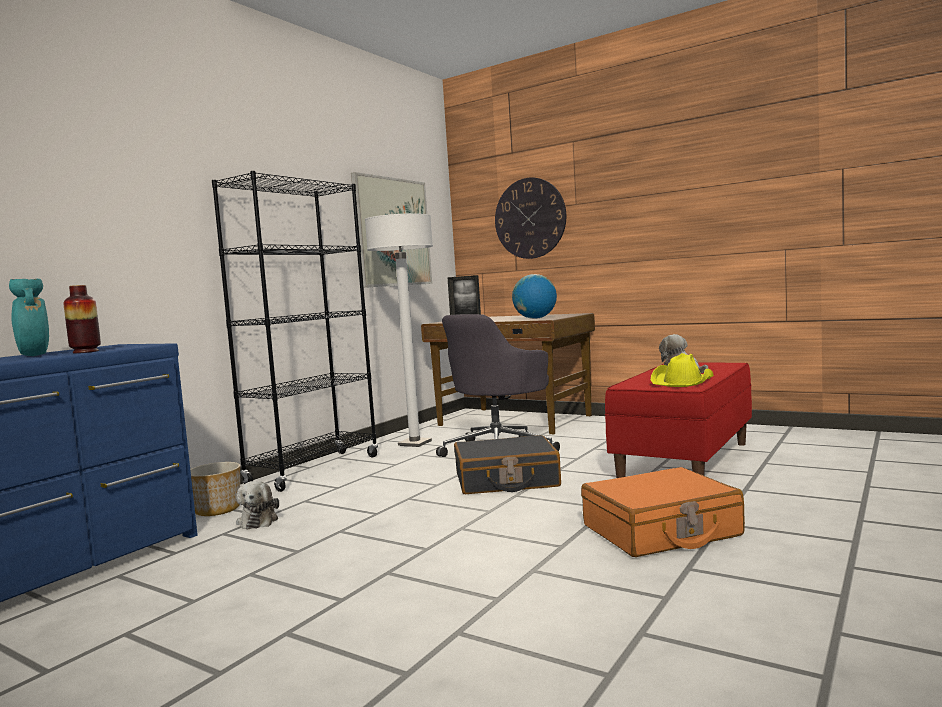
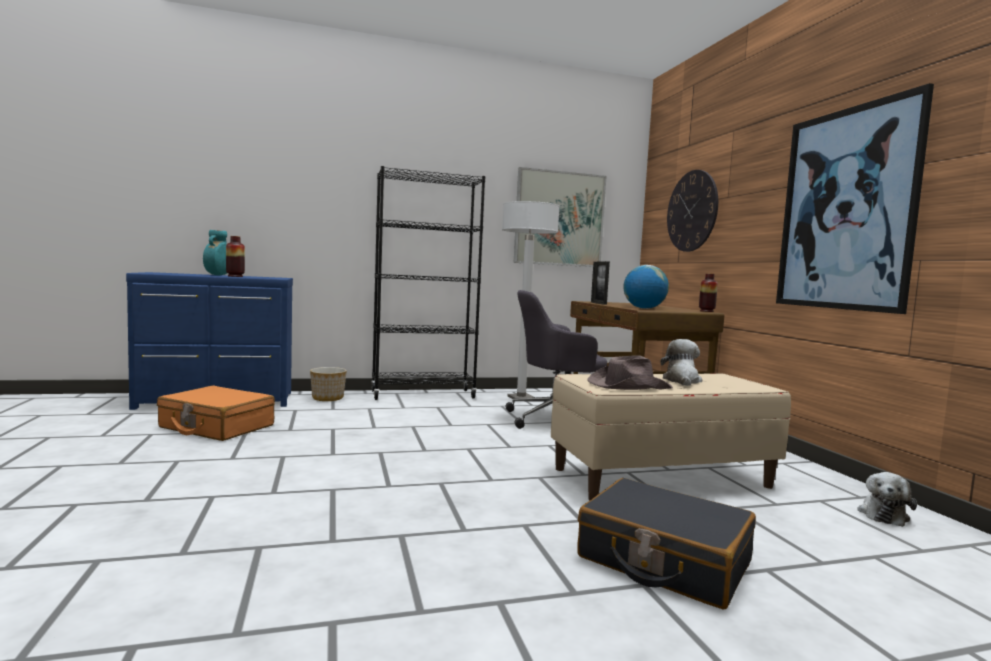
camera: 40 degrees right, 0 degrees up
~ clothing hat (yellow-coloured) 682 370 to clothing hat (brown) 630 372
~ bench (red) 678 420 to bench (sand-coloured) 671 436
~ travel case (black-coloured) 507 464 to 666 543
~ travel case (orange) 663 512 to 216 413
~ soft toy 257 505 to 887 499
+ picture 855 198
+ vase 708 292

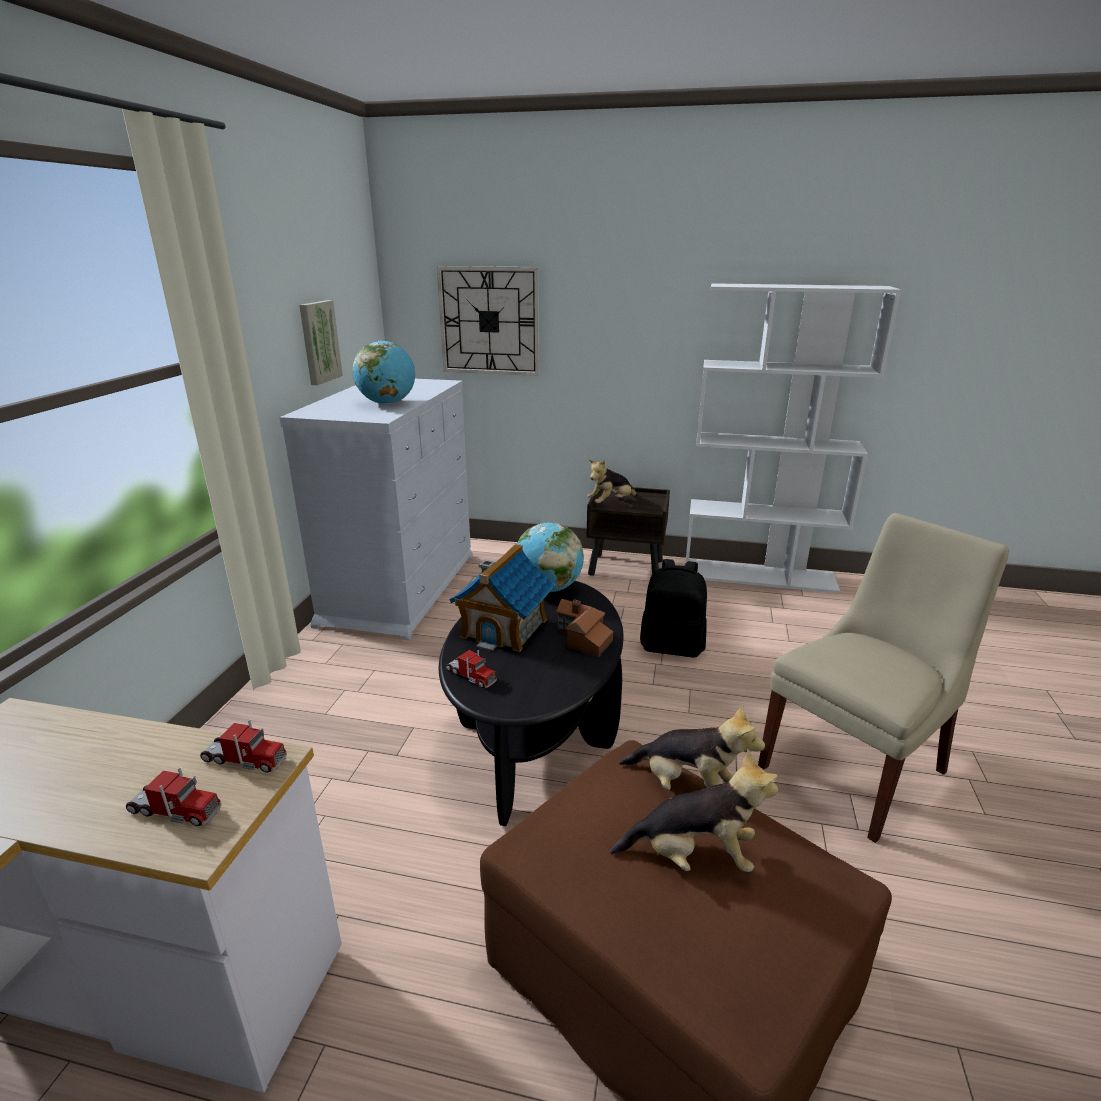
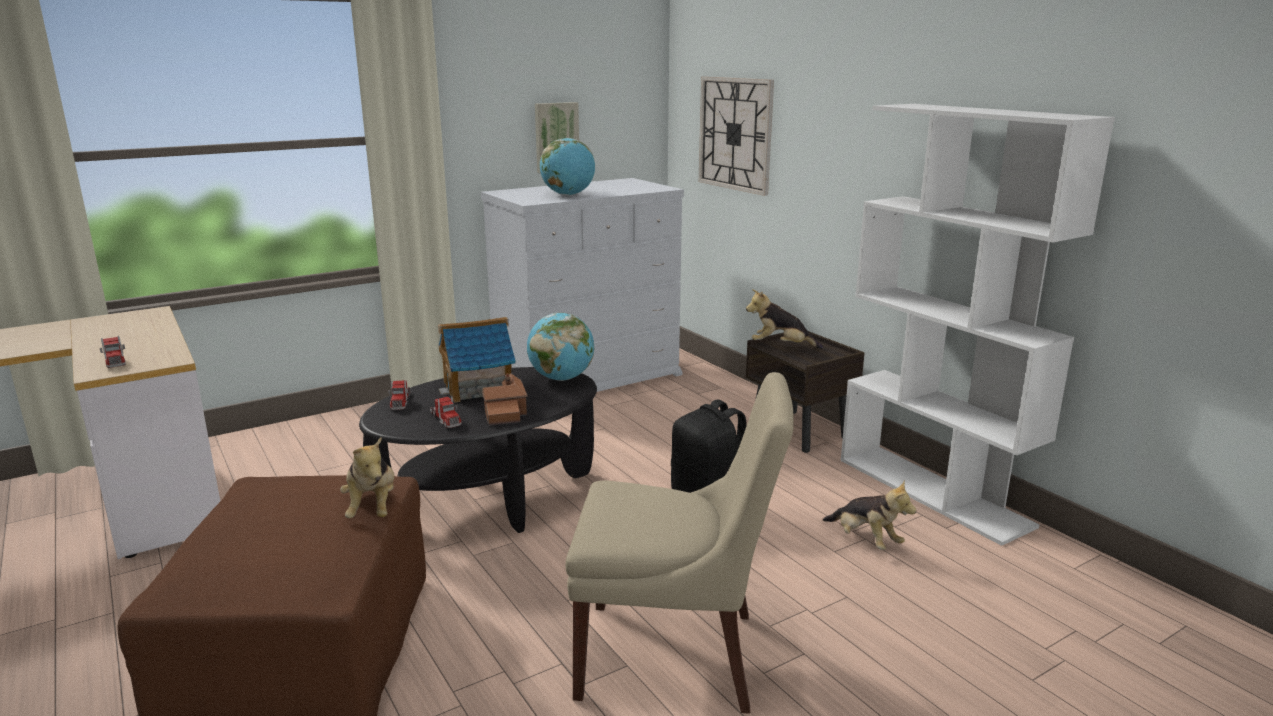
camera: 45 degrees right, 5 degrees down
~ model truck 243 746 to 446 412
~ soft toy 694 810 to 870 515

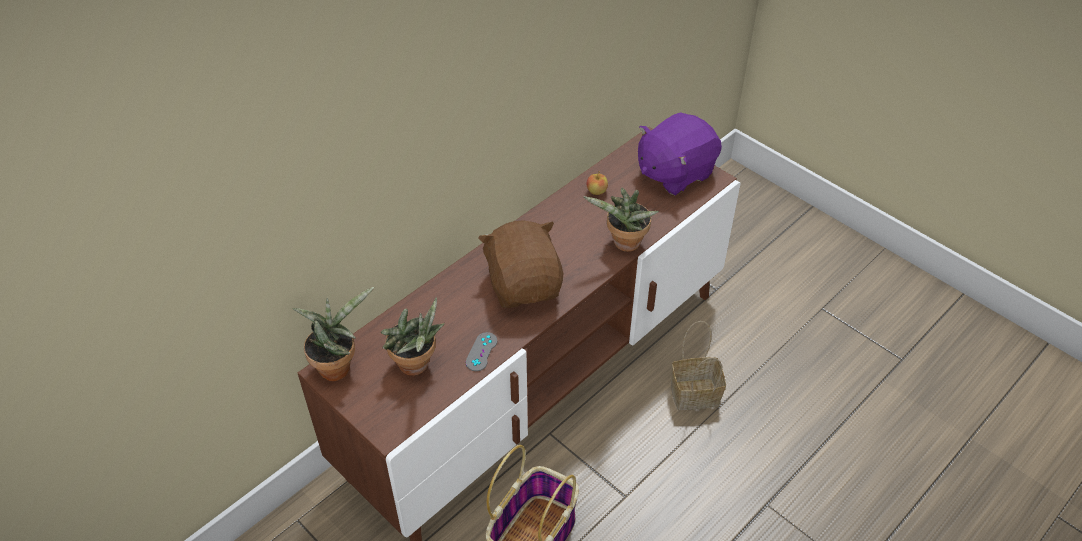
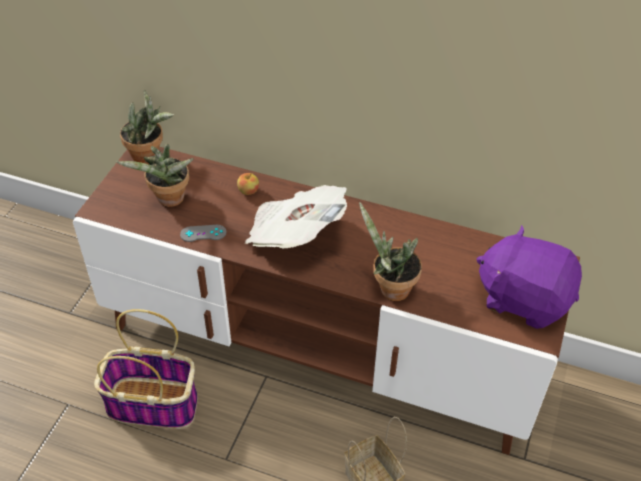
camera: 65 degrees right, 0 degrees up
~ apple fruit 597 183 to 248 184
~ soft toy (brown) 520 264 to daily paper 296 217

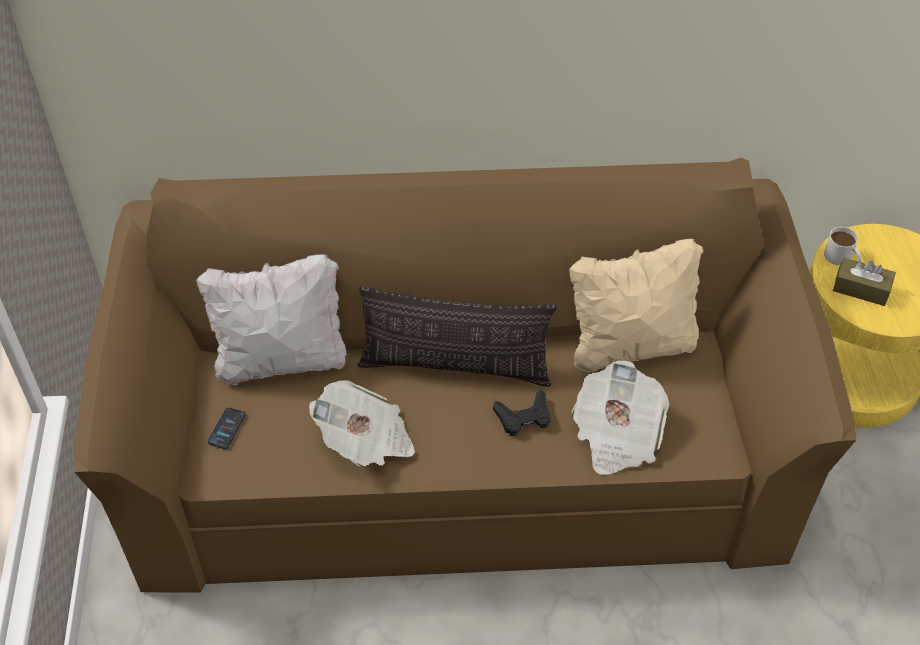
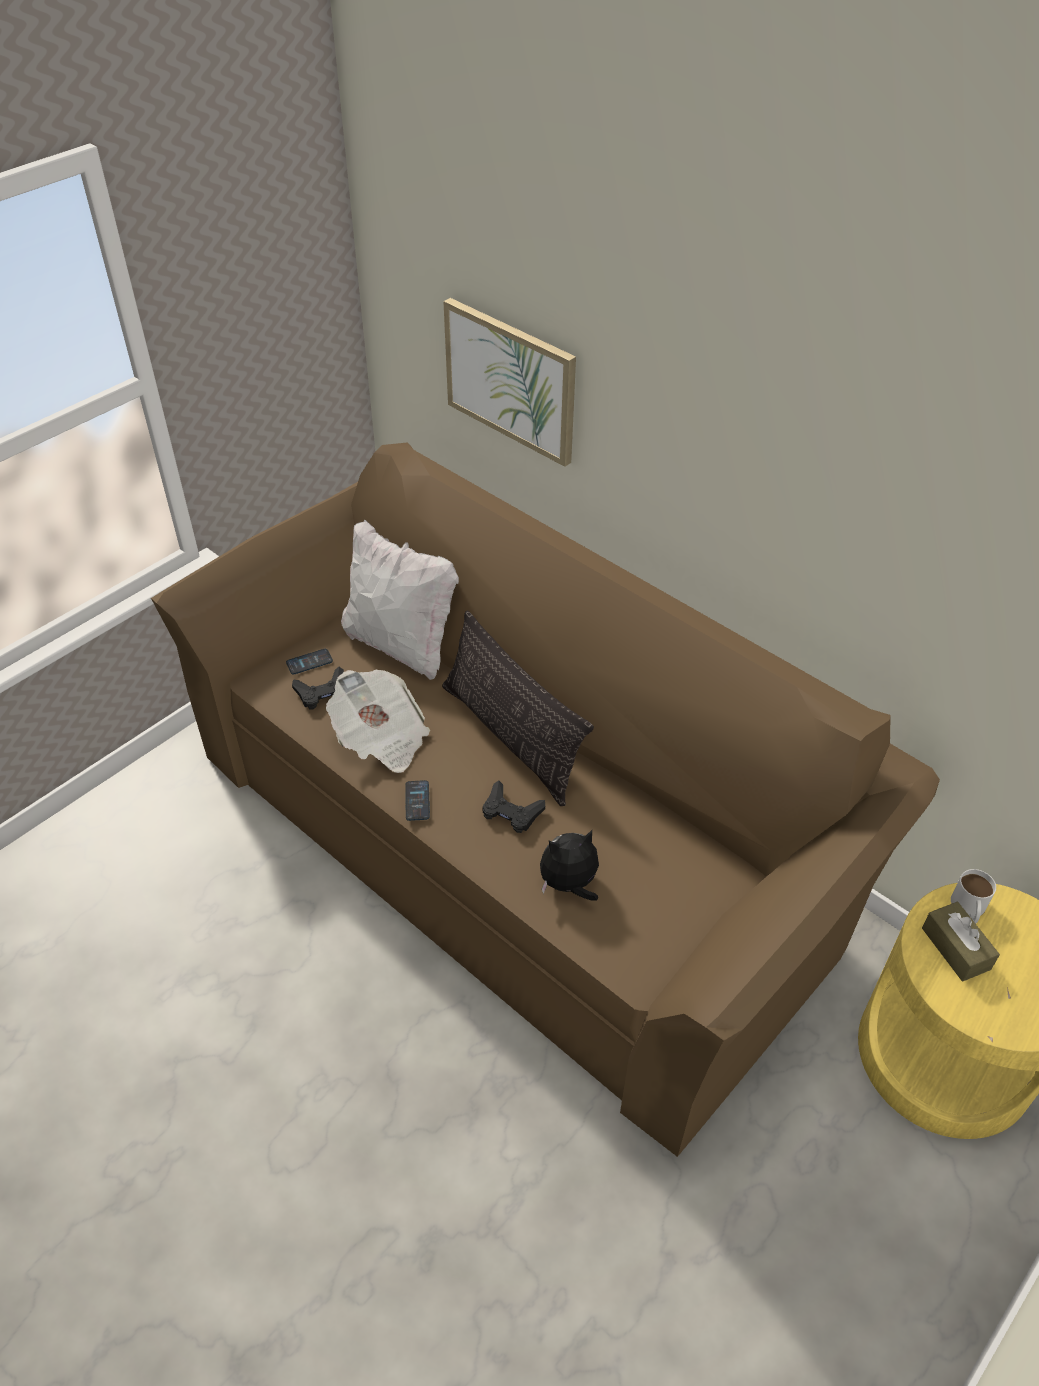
camera: 45 degrees right, 5 degrees down
- cushion (sand-coloured) 636 306
~ daily paper 621 418 to soft toy 569 865
+ picture 509 382
+ gamepad (black-coloured) 318 688
+ handset 417 800

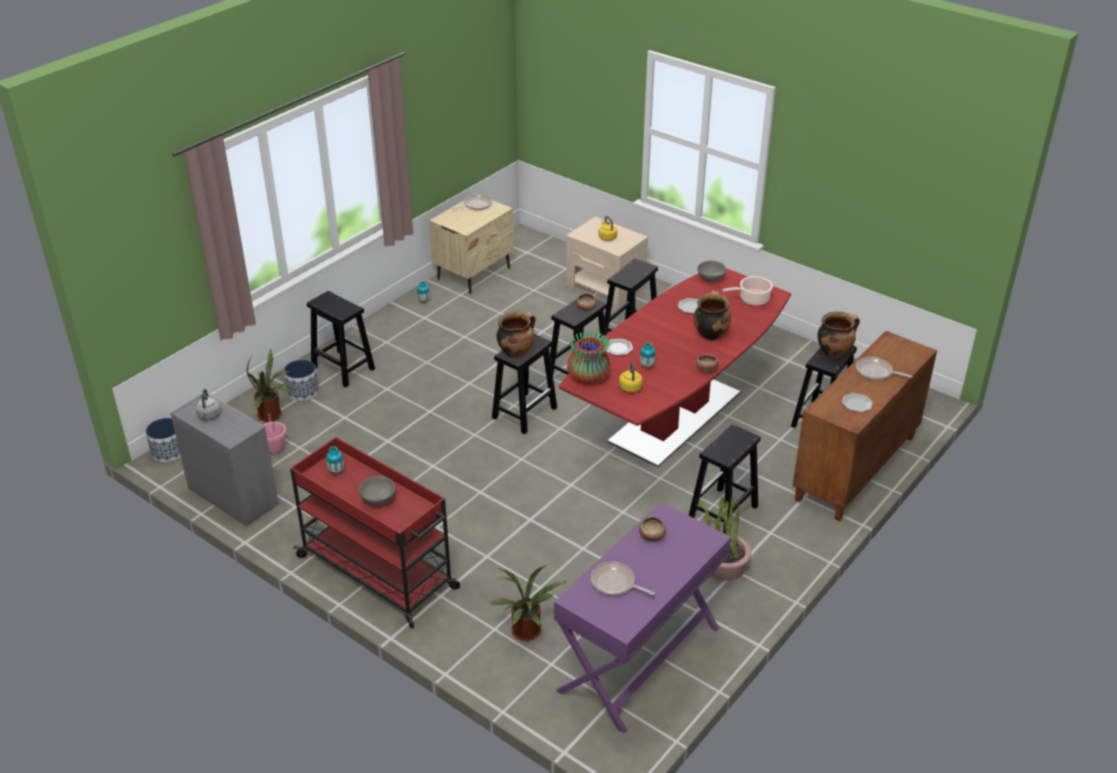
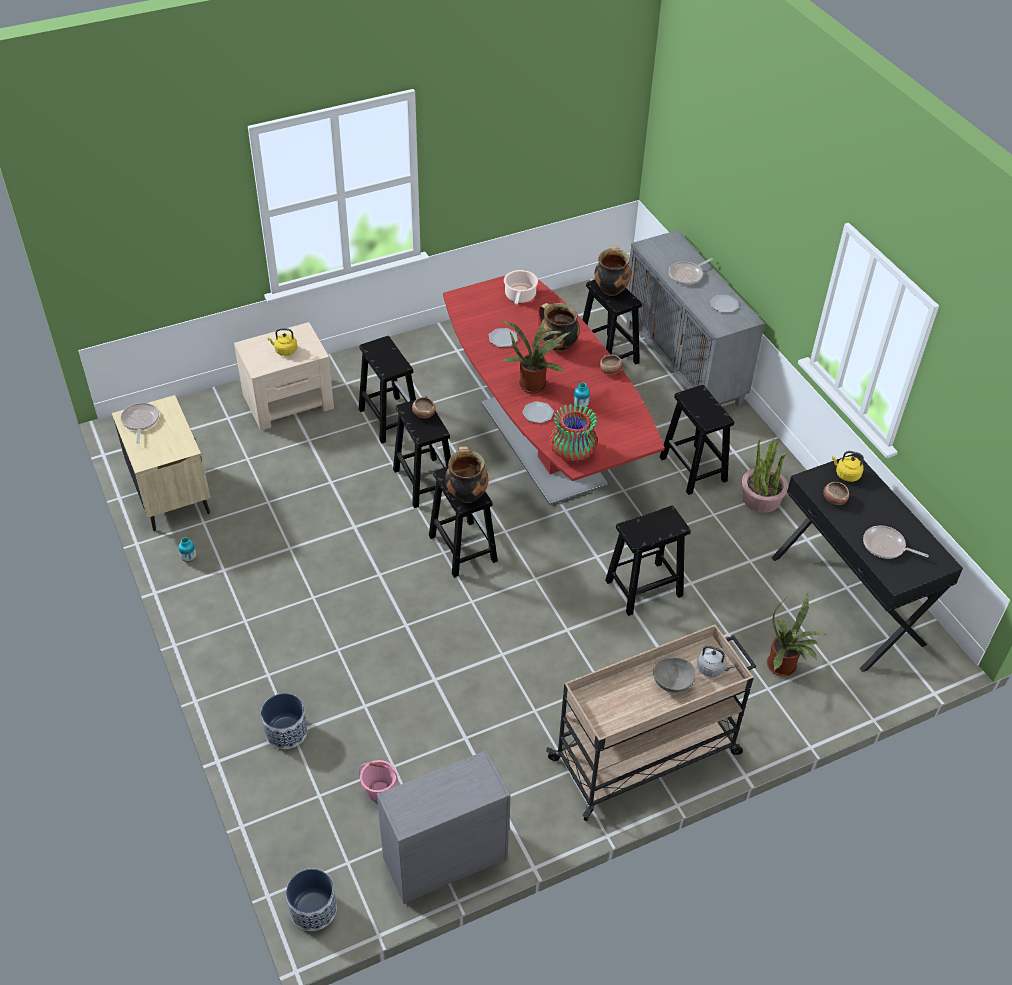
camera: 65 degrees left, 10 degrees up
- deep dish (grey) 711 271
~ stool seat (black-coloured) 341 339 to 648 561
~ storage cabinet (brown) 864 426 to storage cabinet (grey) 694 318
~ plant in a pot 267 385 to 536 357
~ tea kettle (yellow-coloured) 630 377 to 848 466
~ tea kettle (grey) 208 404 to 715 661
~ wheeled cart (red) 375 532 to wheeled cart (sand-coloured) 651 722
- vase 335 460
~ hall table (purple-coloured) 642 617 to hall table (black-coloured) 867 563
~ pan 623 578 = 896 542 60 degrees clockwise

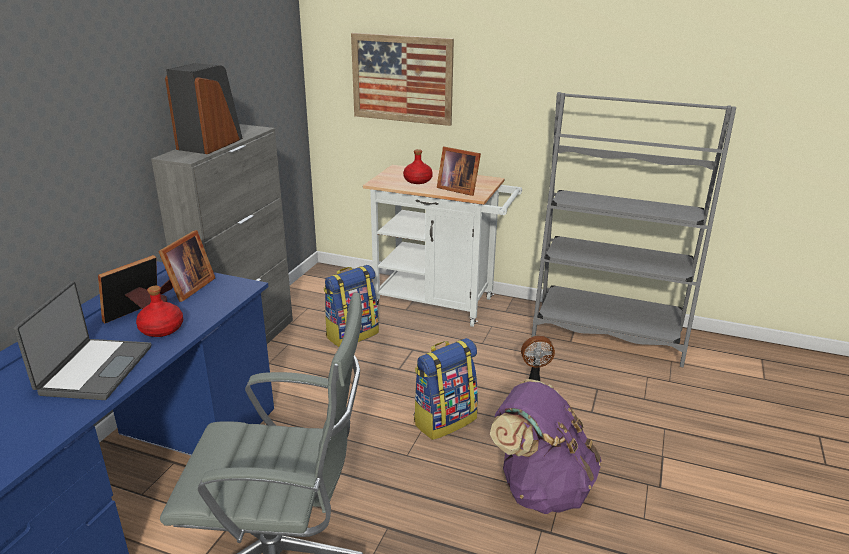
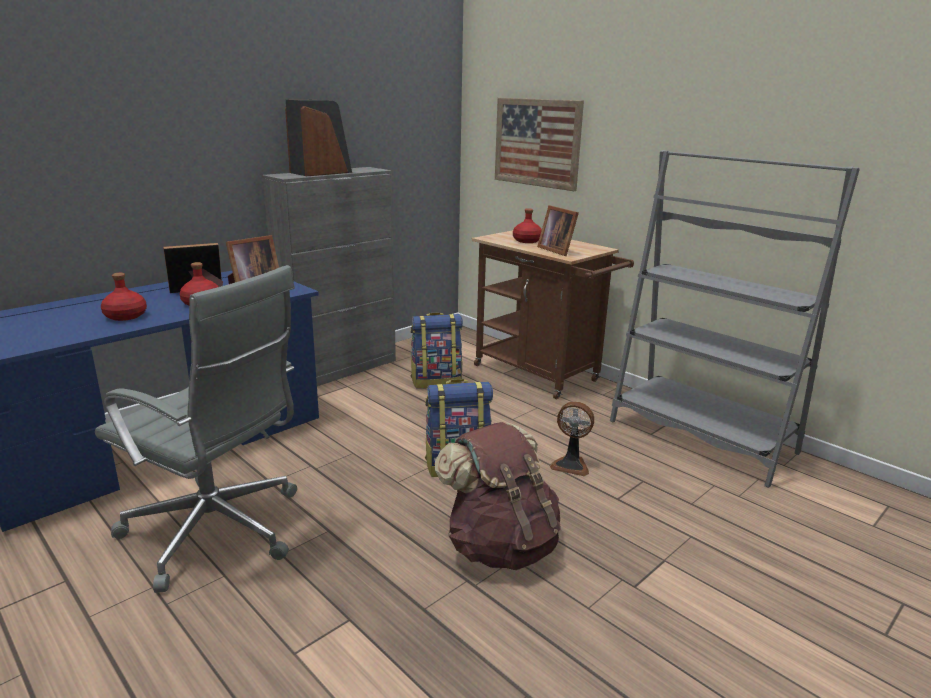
camera: 25 degrees right, 5 degrees down
~ wheeled cart (white-coloured) 442 246 to wheeled cart (brown) 553 315
~ notebook computer 82 341 to bottle (red) 124 297
~ backpack (purple-coloured) 545 446 to backpack (brown) 498 496

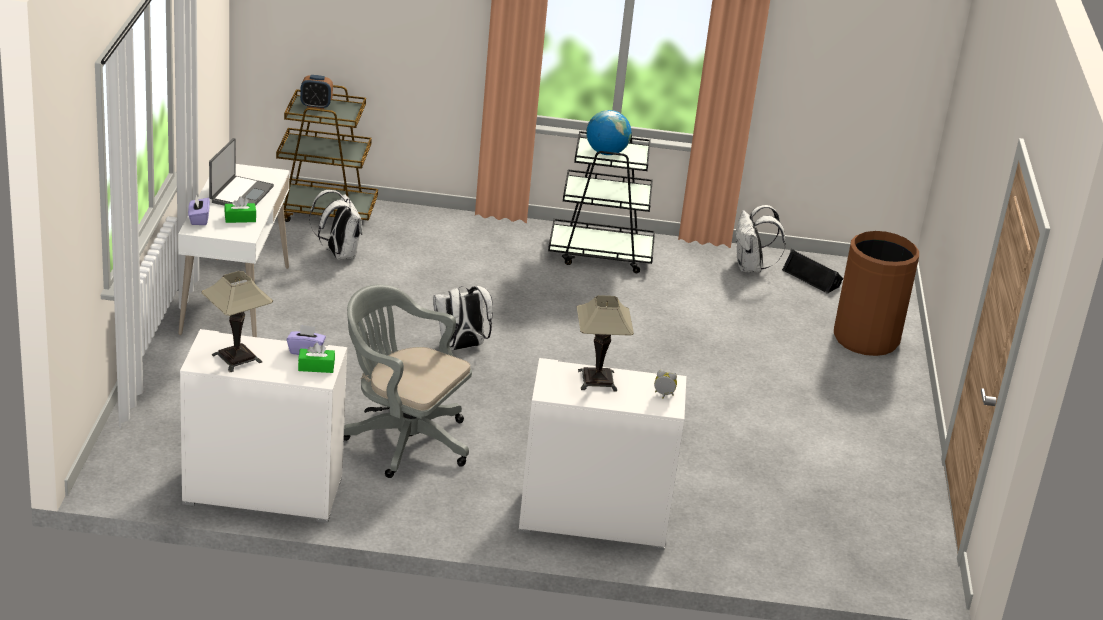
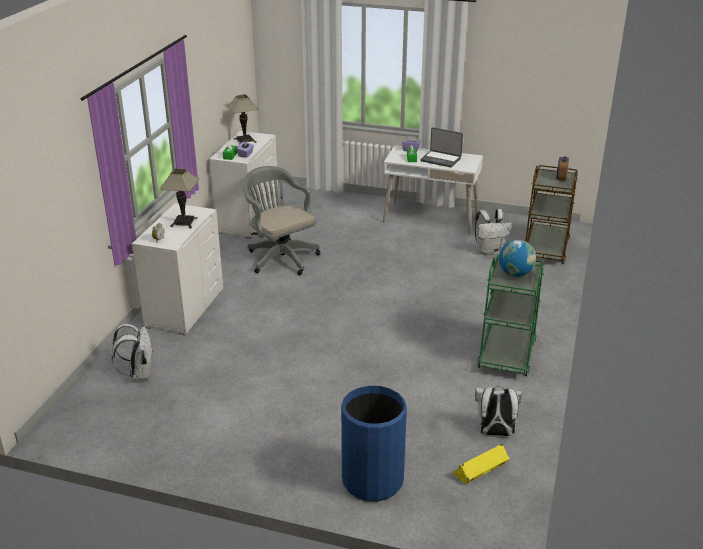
camera: 105 degrees right, 0 degrees up
~ wheeled cart (black-coloured) 601 202 to wheeled cart (green-coloured) 510 315
~ trash can (brown) 876 293 to trash can (bluish) 374 444
~ speaker (black-coloured) 812 271 to speaker (yellow-coloured) 481 463
~ computer chair (grey) 408 381 = 281 220 75 degrees counterclockwise
~ backpack (white-coloured) 463 318 to 131 352

